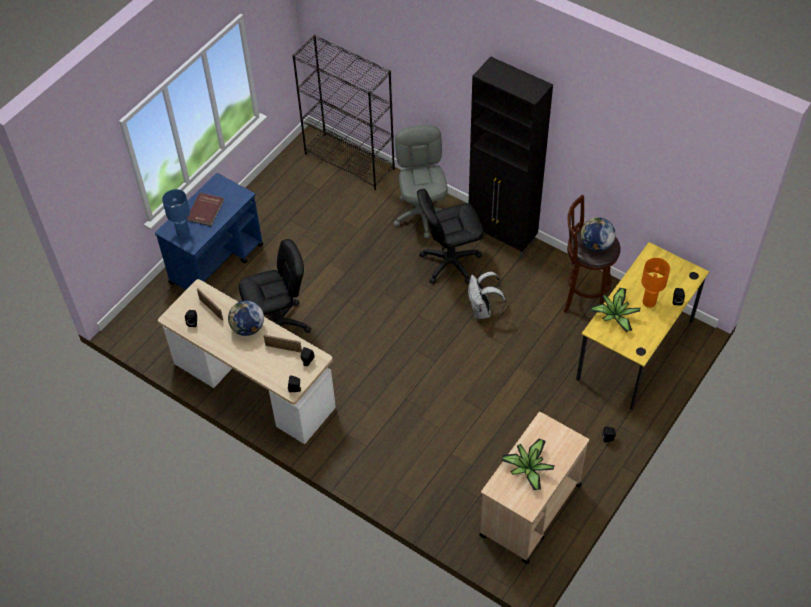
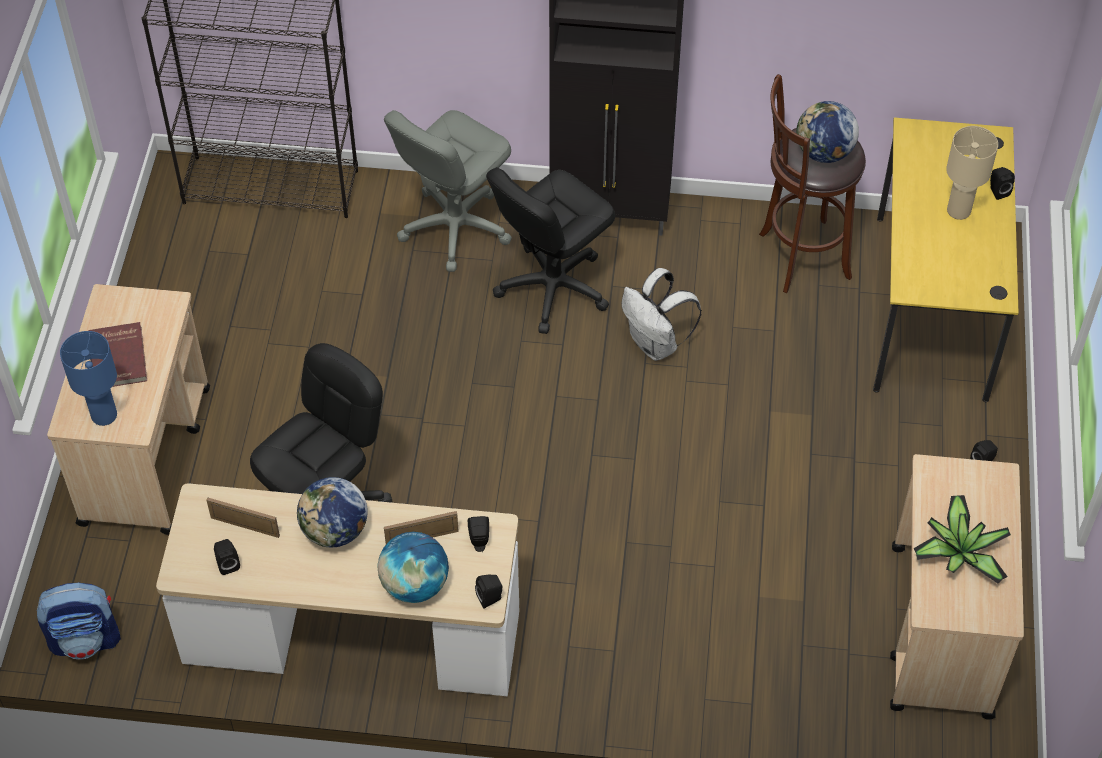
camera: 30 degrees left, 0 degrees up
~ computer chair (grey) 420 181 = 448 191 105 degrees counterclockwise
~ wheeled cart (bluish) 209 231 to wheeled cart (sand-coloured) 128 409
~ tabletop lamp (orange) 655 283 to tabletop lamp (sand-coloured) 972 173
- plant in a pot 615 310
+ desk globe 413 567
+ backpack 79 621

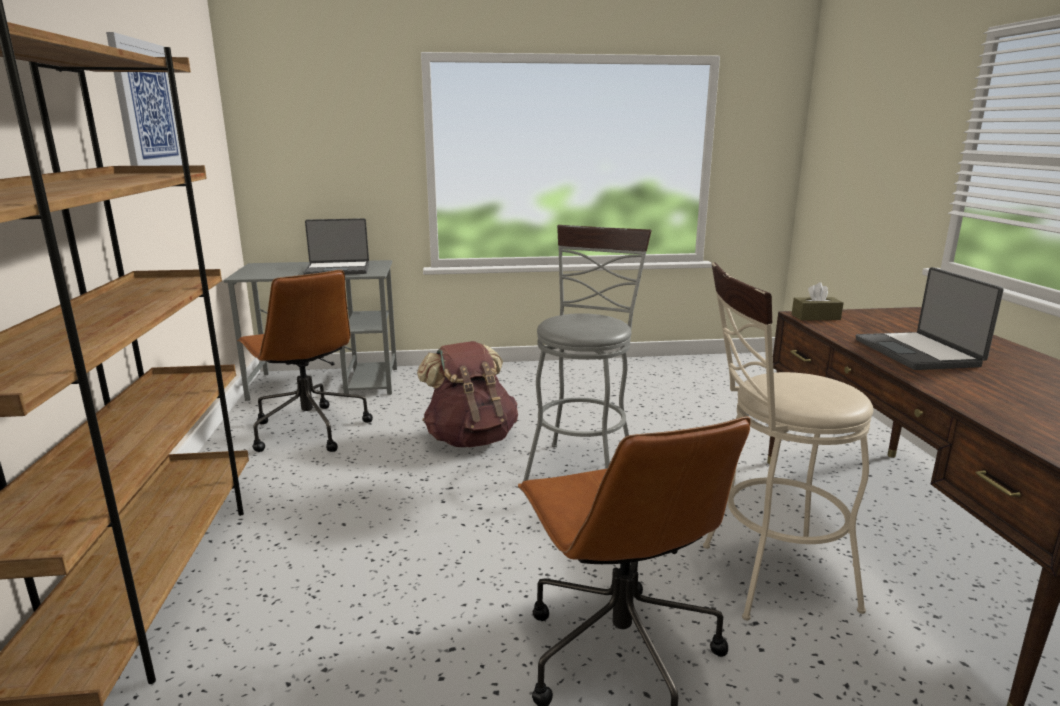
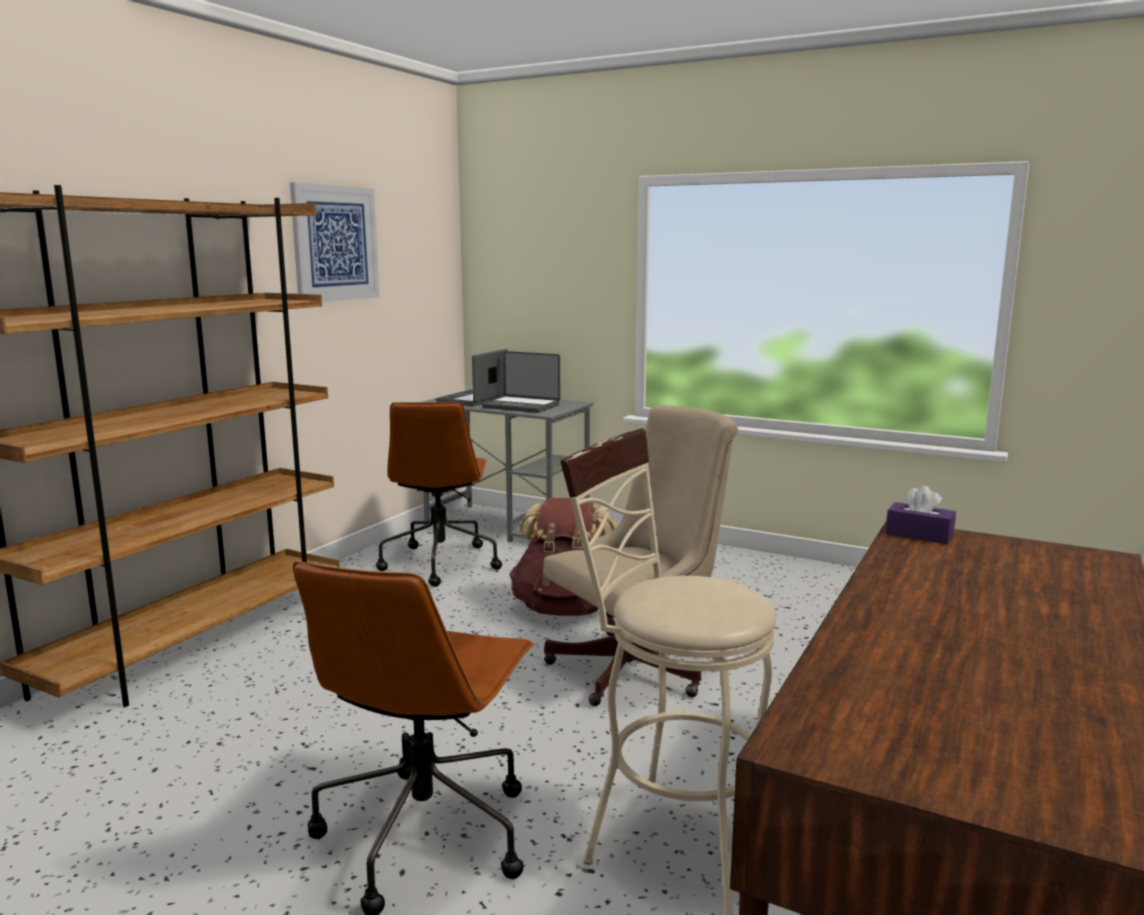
camera: 35 degrees right, 5 degrees down
~ stool seat (grey) 587 353 to computer chair (sand-coloured) 640 555
~ notebook computer 930 318 to 472 377
~ tissue holder (brown) 818 301 to tissue holder (purple-coloured) 921 514

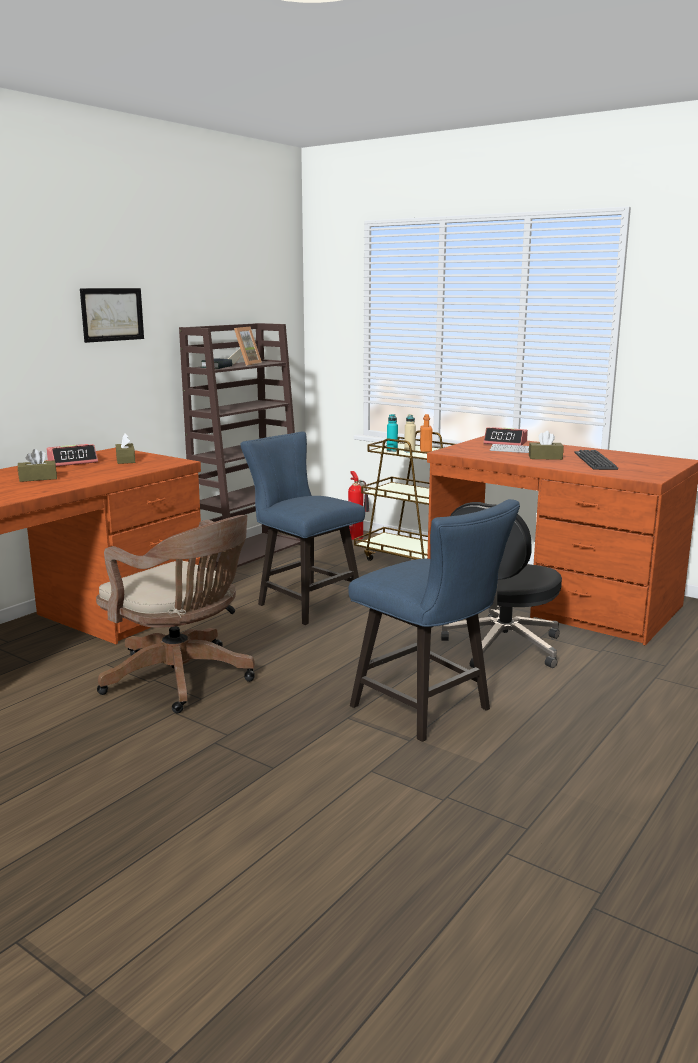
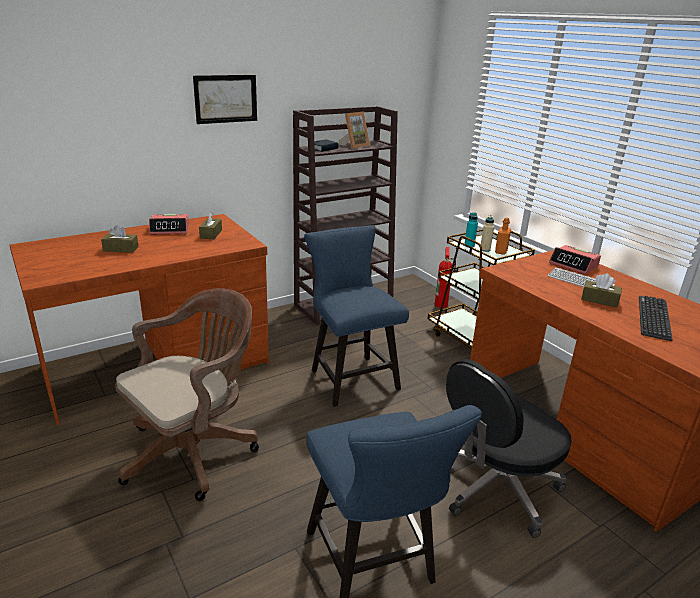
camera: 20 degrees right, 10 degrees up
~ computer chair (brown) 175 614 = 187 394 105 degrees counterclockwise

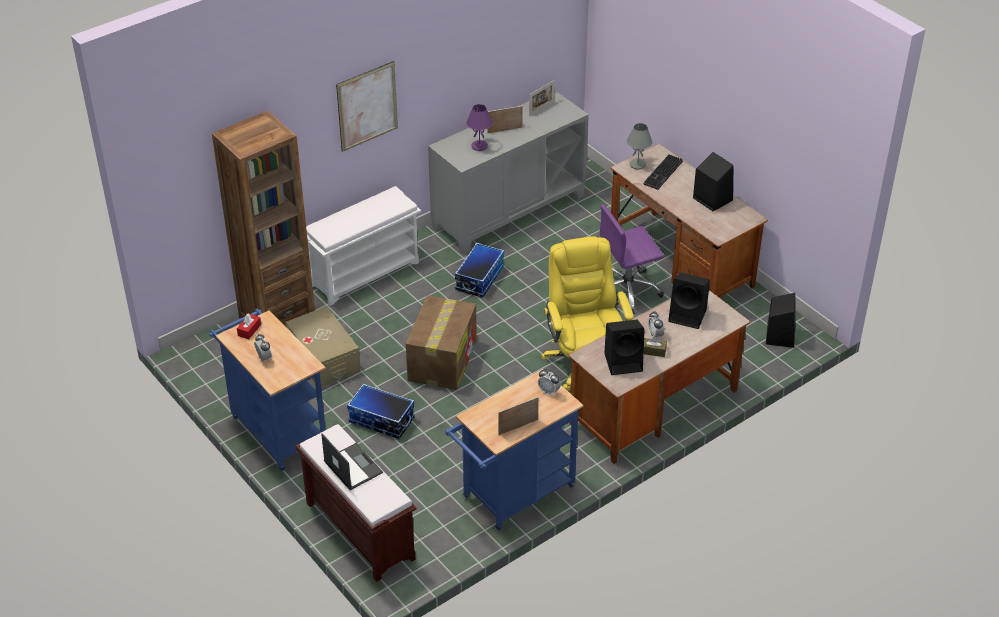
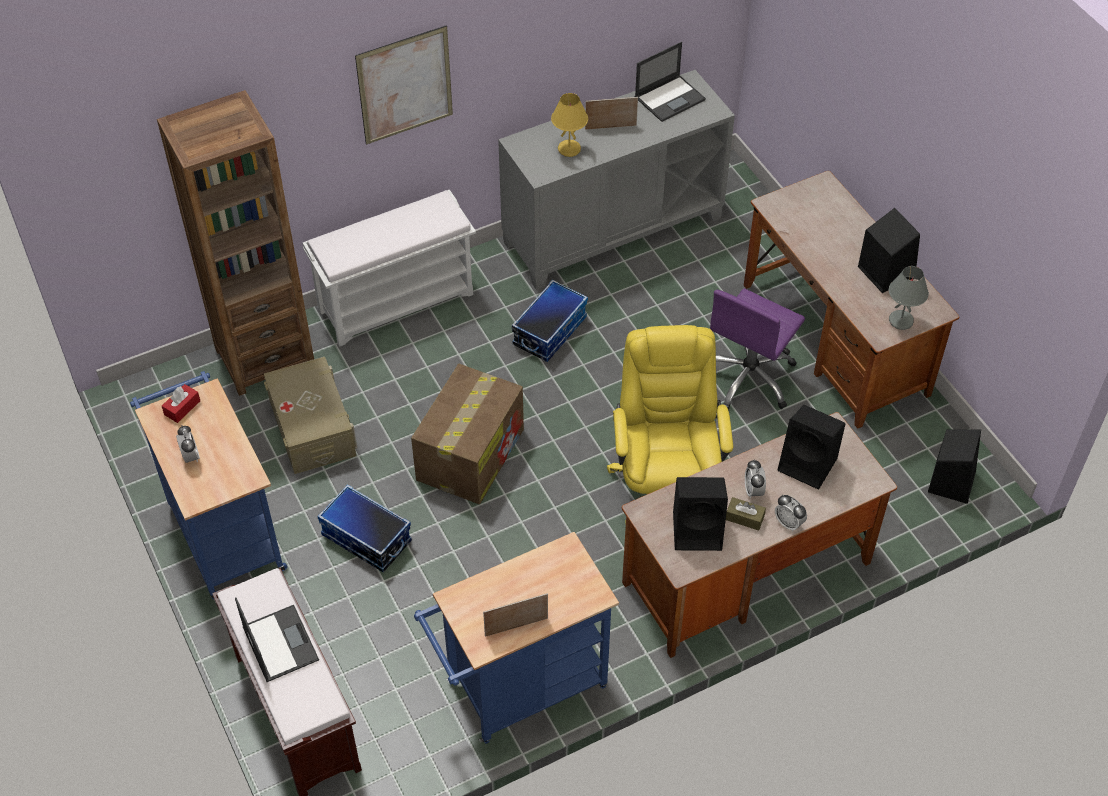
camera: 10 degrees right, 10 degrees up
~ standing frame 542 98 to notebook computer 670 82
~ tabletop lamp (purple-coloured) 479 127 to tabletop lamp (yellow-coloured) 569 125
~ tabletop lamp (grey) 640 146 to 909 298
- computer keyboard 663 172
~ computer chair (purple-coloured) 632 259 = 757 349 45 degrees counterclockwise
~ alarm clock 549 383 to 791 513

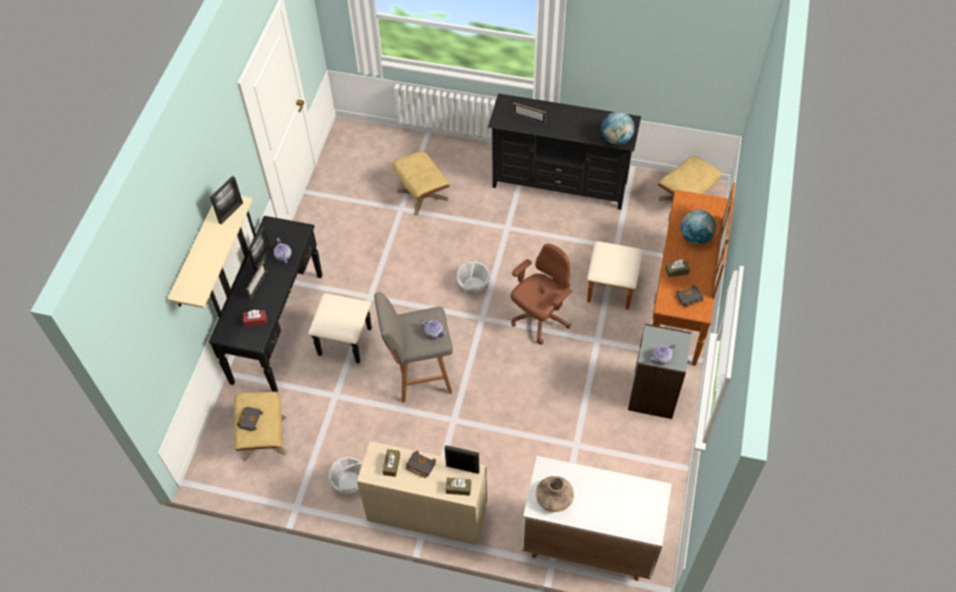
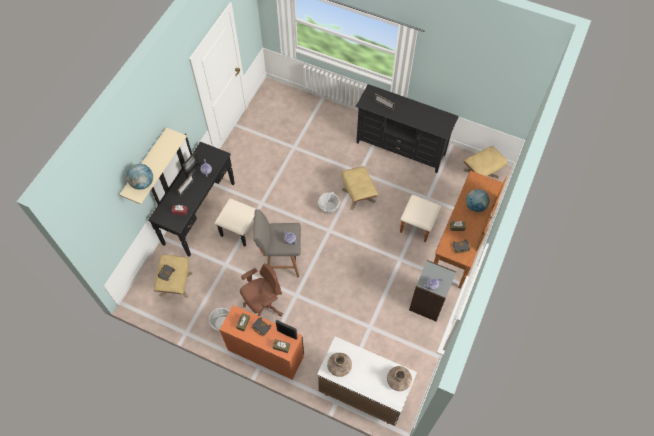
camera: 10 degrees right, 5 degrees up
~ desk globe 618 128 to 139 177
~ pouffe (sand-coloured) 421 183 to 359 188
- standing frame 226 200
~ computer chair (brown) 541 294 to 261 290
~ desk unit (sand-coloured) 422 493 to desk unit (orange) 261 342
+ vase (brown) 399 378

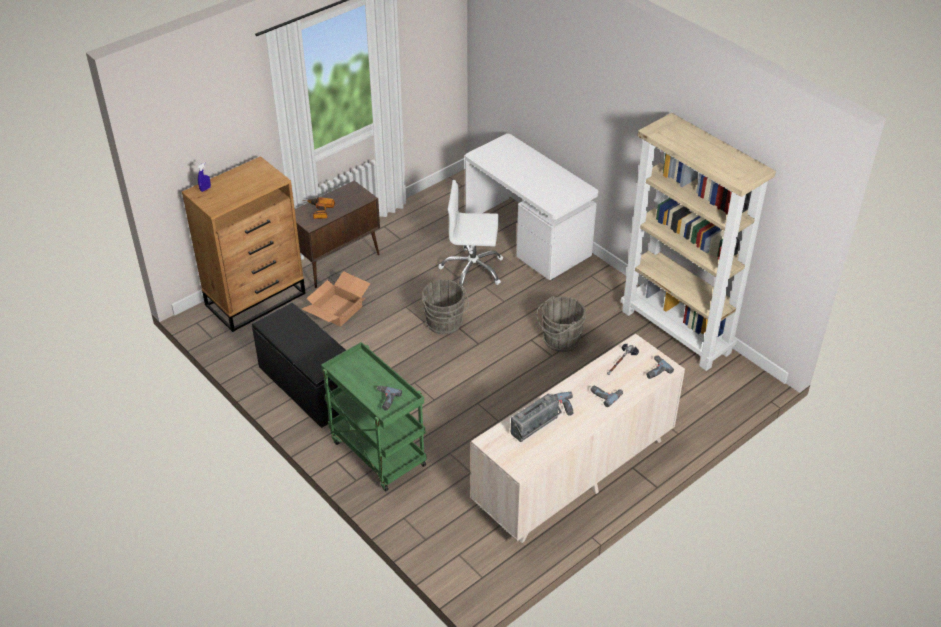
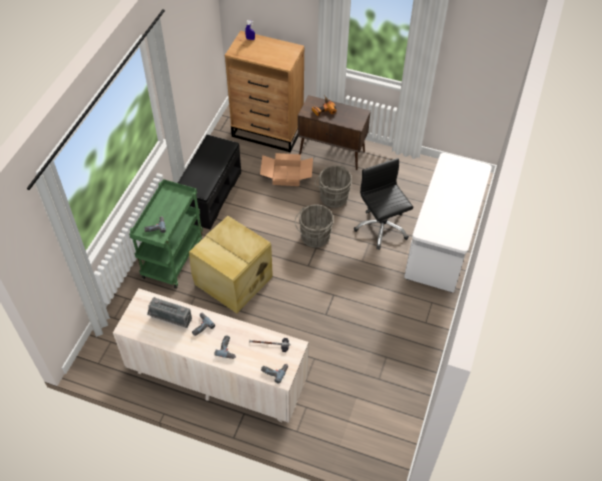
camera: 60 degrees right, 10 degrees up
- shelving unit (sand-coloured) 698 242
~ computer chair (white-coloured) 471 233 to computer chair (black-coloured) 383 204
~ bucket (grey) 561 324 to 333 187
+ storage box (sand-coloured) 231 265

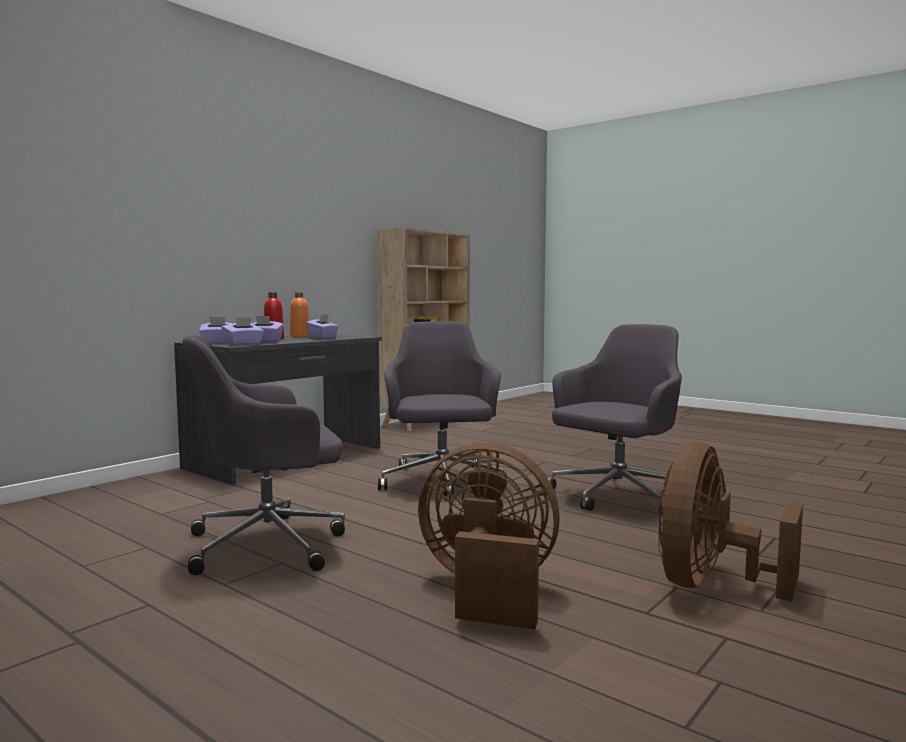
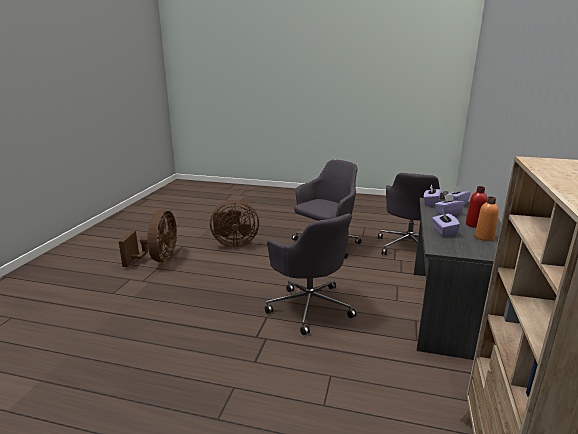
camera: 155 degrees right, 15 degrees up
~ computer chair (grey) 614 418 to 413 214

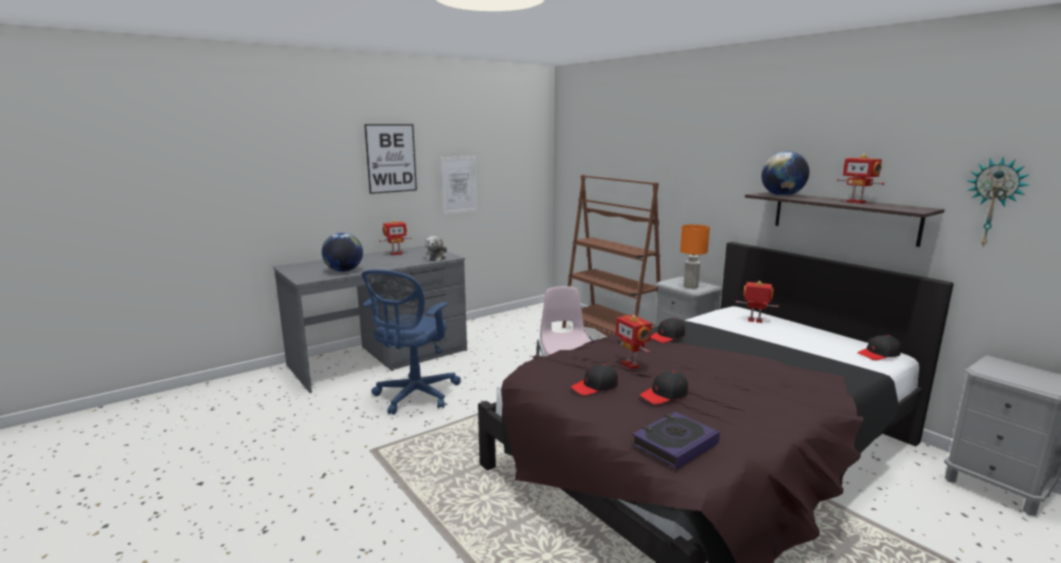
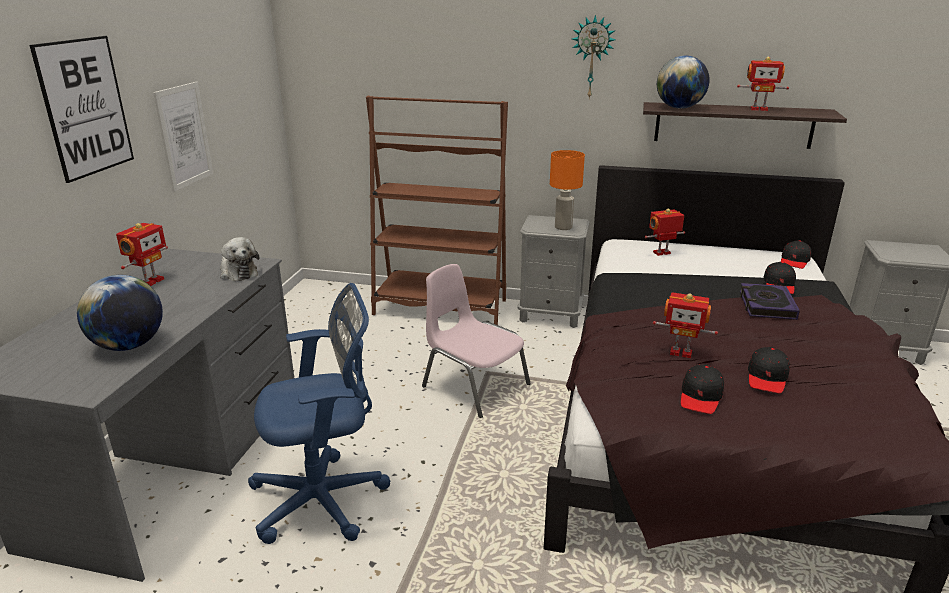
camera: 40 degrees left, 10 degrees up
~ wall clock 998 202 to 594 57
~ computer chair (bluish) 411 342 = 319 413 90 degrees counterclockwise
~ peaked cap (black-coloured) 668 330 to 779 278
~ bound book 676 440 to 770 301

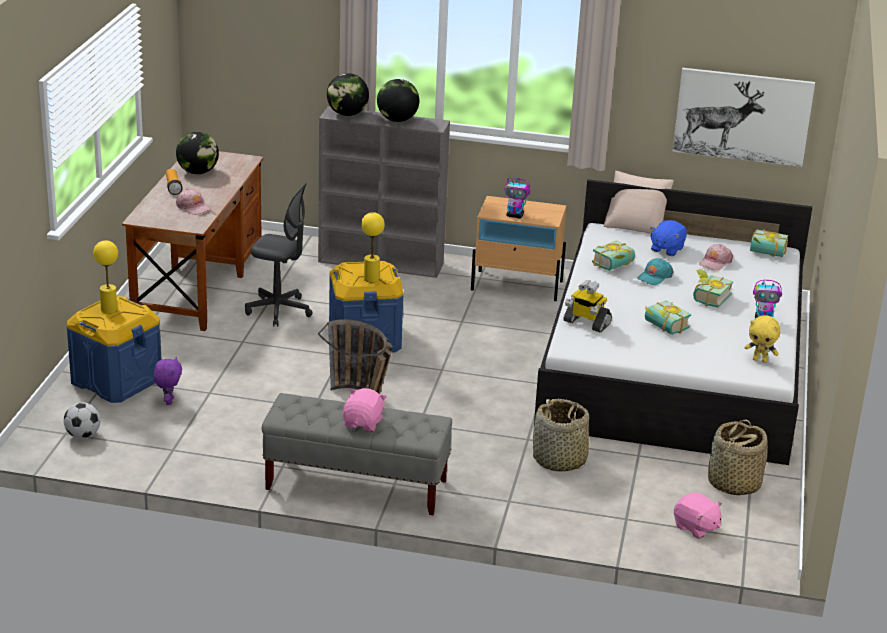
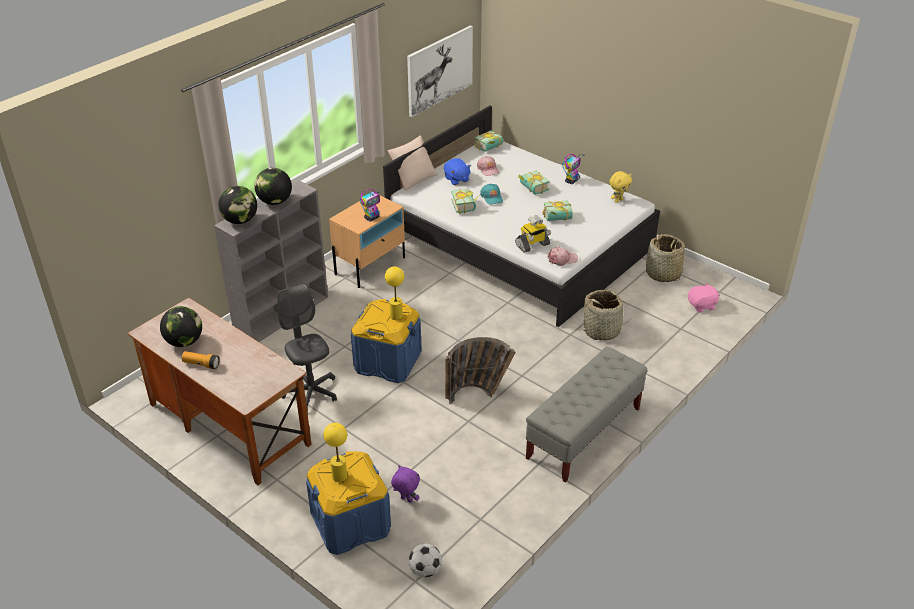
camera: 60 degrees left, 10 degrees up
~ computer chair (grey) 279 255 = 307 345 75 degrees counterclockwise
~ peaked cap (pink) 193 202 to 563 256
- soft toy (pink) 365 410

